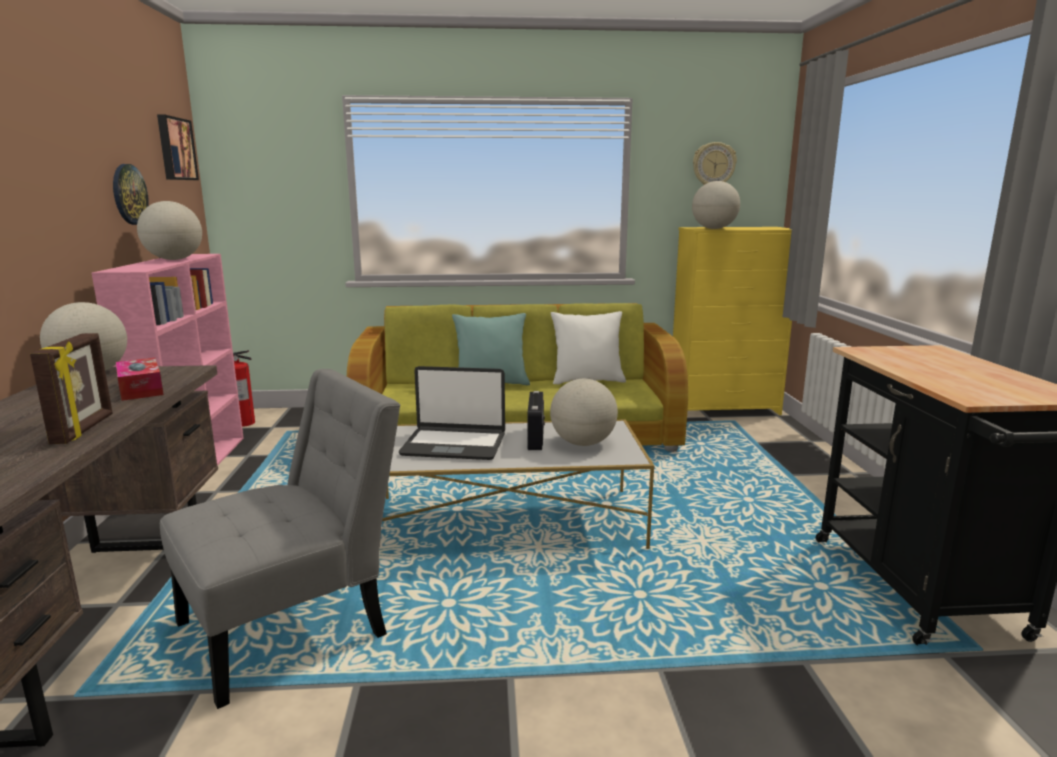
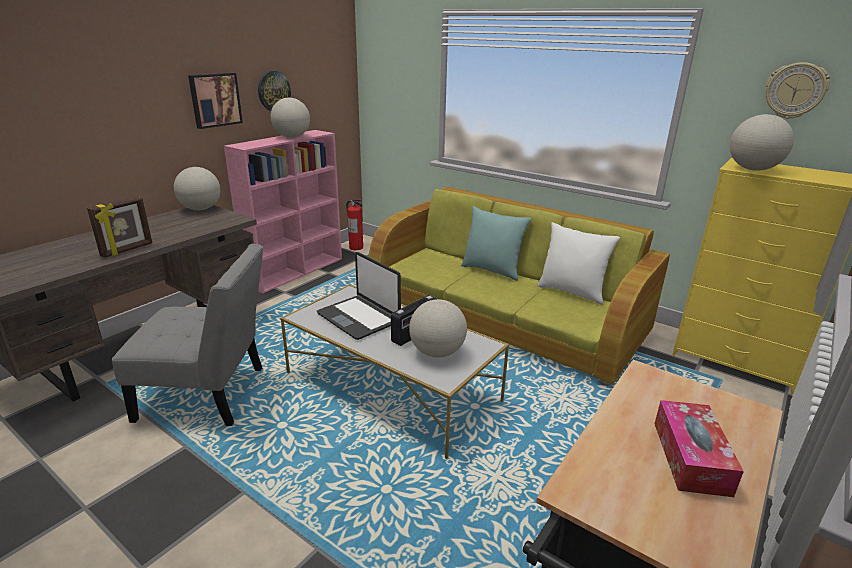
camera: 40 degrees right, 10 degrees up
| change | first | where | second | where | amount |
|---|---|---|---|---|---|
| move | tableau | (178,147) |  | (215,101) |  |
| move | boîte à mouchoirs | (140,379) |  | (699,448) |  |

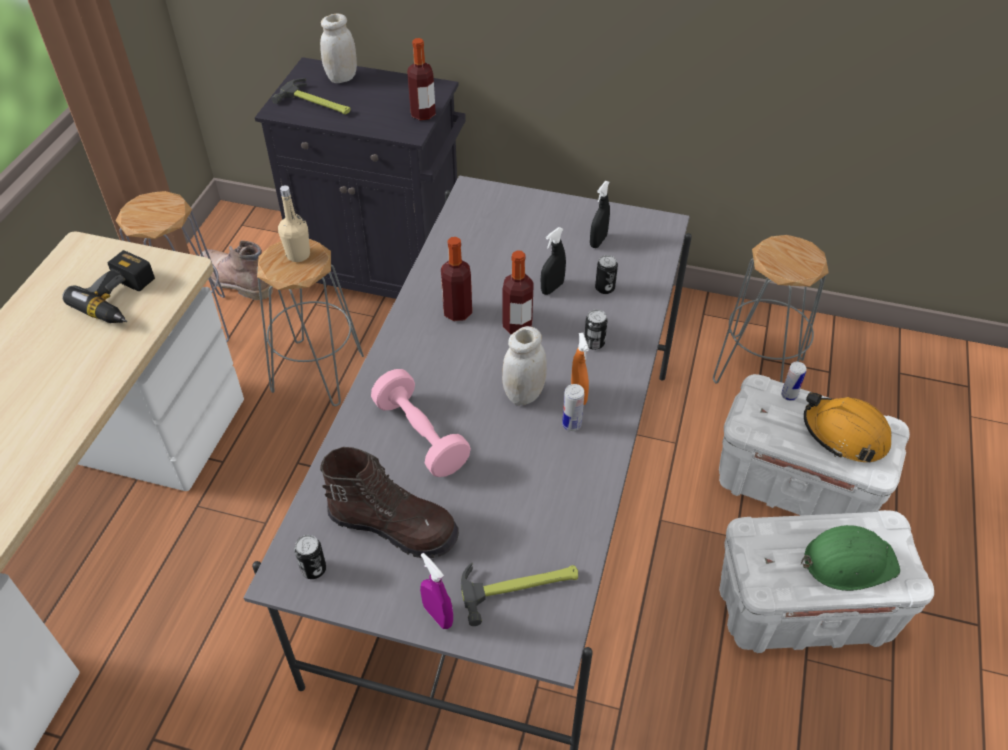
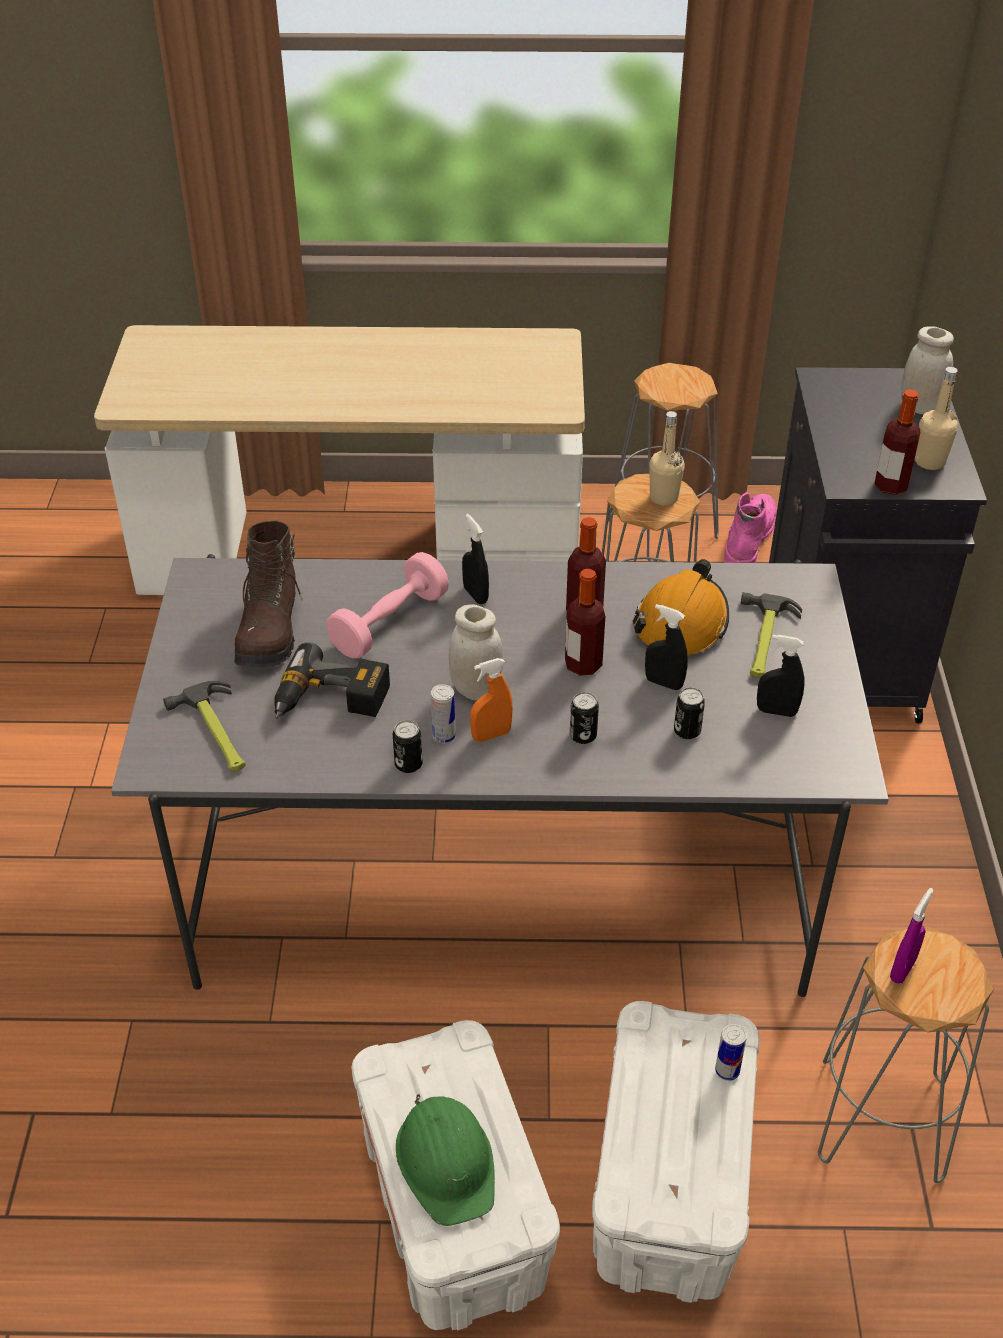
camera: 75 degrees right, 5 degrees down
| change | first | where | second | where | amount |
|---|---|---|---|---|---|
| move | perceuse | (108,286) |  | (332,680) |  |
| move | boîte métallique | (310,557) |  | (408,746) |  |
| insert |  |  | vaporisateur (noir) | (475,559) |  |
| move | casque de chantier (orange) | (847,427) |  | (681,607) |  |
| recolor | botte (marron) | (236,270) | botte (rose) | (750,527) |  |
| move | marteau | (311,96) |  | (771,635) |  |
| move | vaporisateur (violet) | (436,591) |  | (912,936) |  |
| insert |  |  | bouteille (beige) | (936,418) |  |

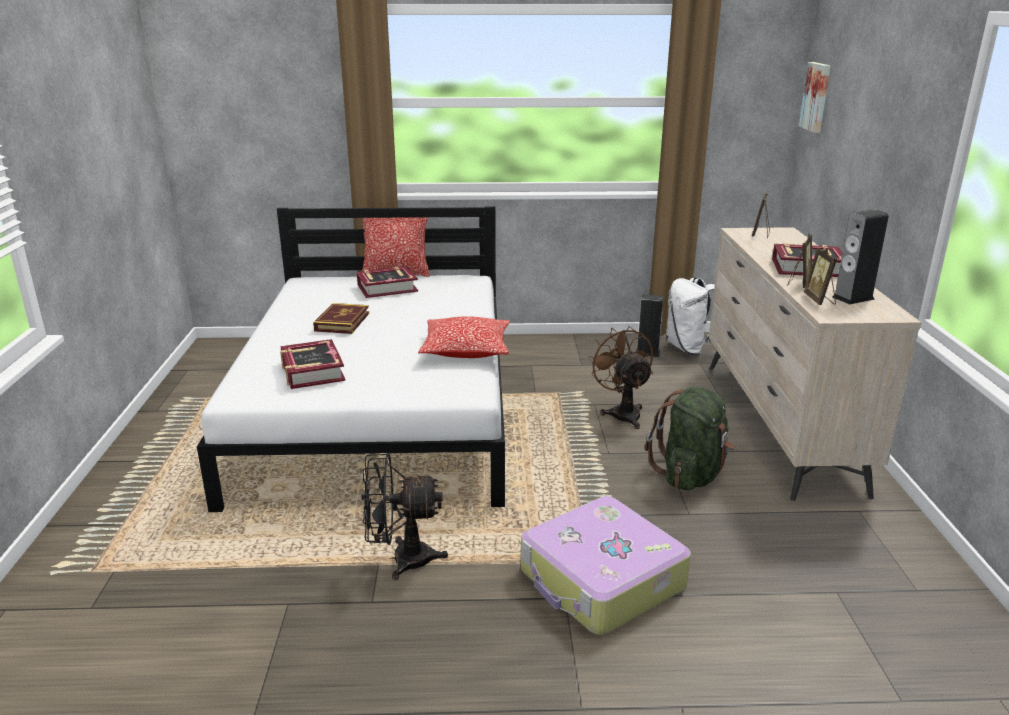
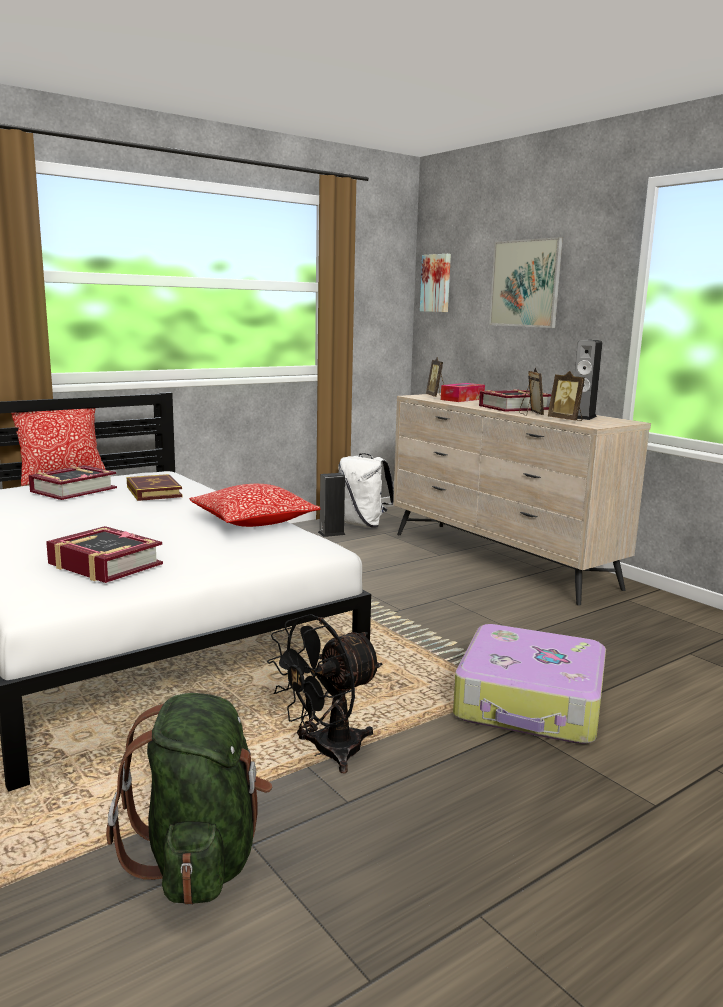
camera: 35 degrees left, 10 degrees down
| change | first | where | second | where | amount |
|---|---|---|---|---|---|
| move | sac à dos (vert) | (690,438) |  | (189,799) |  |
| move | livre | (341,318) |  | (154,487) |  |
| insert |  |  | boîte à mouchoirs | (463,392) |  |
| insert |  |  | tableau | (526,282) |  |
| delete | ventilateur (marron) | (620,377) |  |  |  |

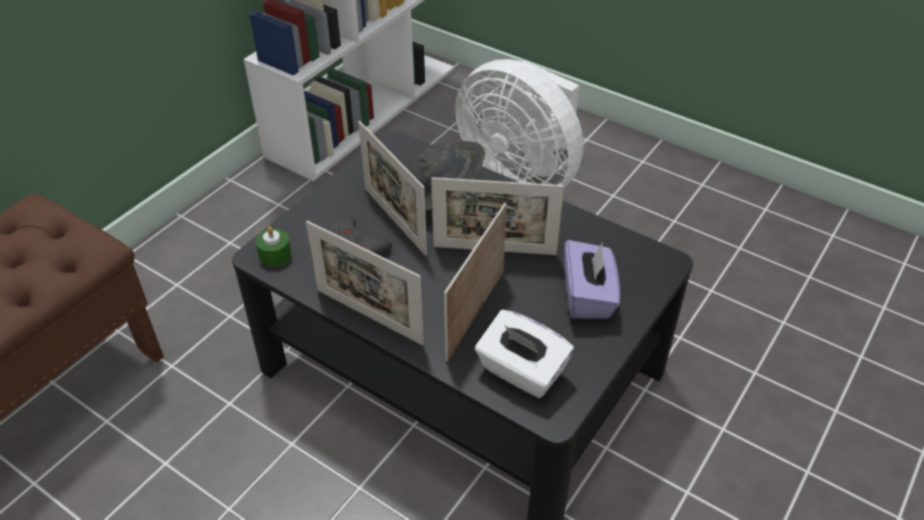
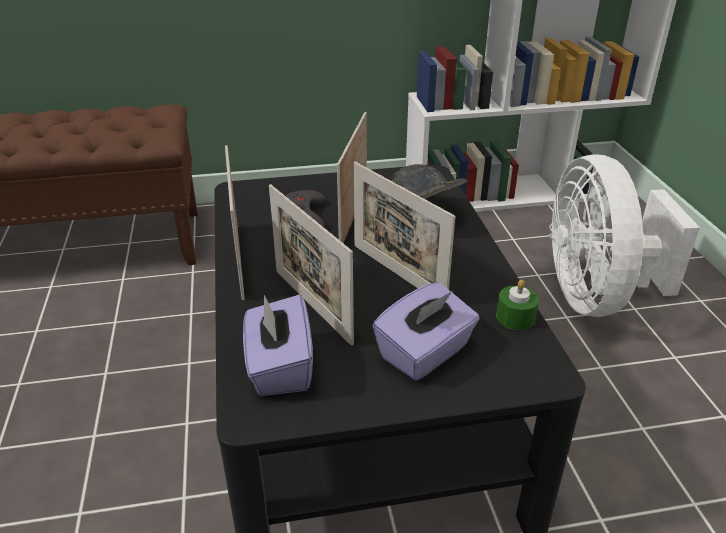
camera: 45 degrees right, 10 degrees down
| change | first | where | second | where | amount |
|---|---|---|---|---|---|
| recolor | boîte à mouchoirs (blanc) | (524,354) | boîte à mouchoirs (violet) | (278,345) |  |
| rotate | cadre photo | (475,282) |  | (311,265) | 105 degrees counterclockwise |
| move | bougie (vert) | (274,246) |  | (517,305) |  |

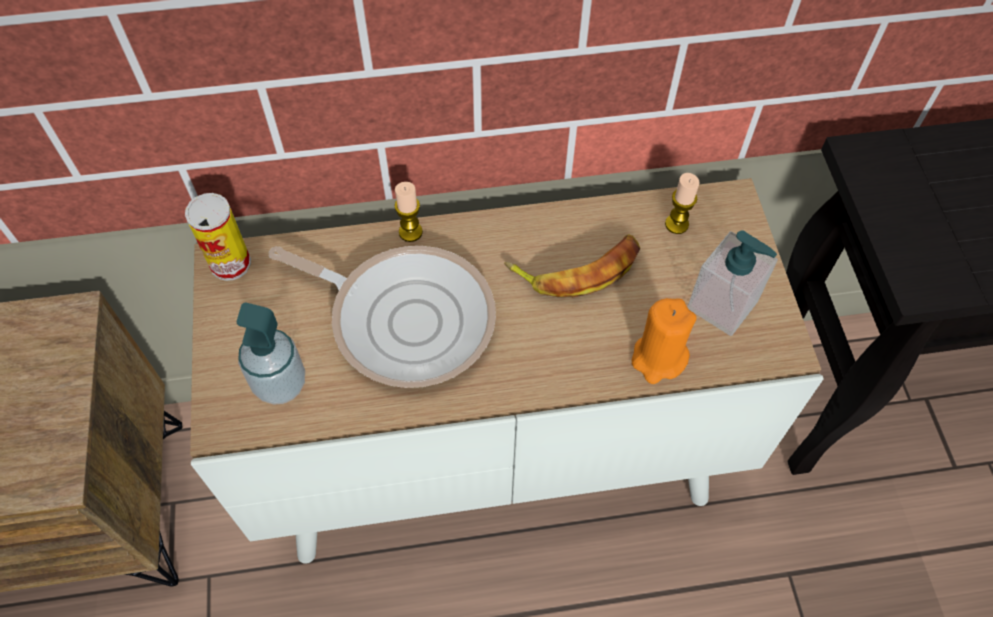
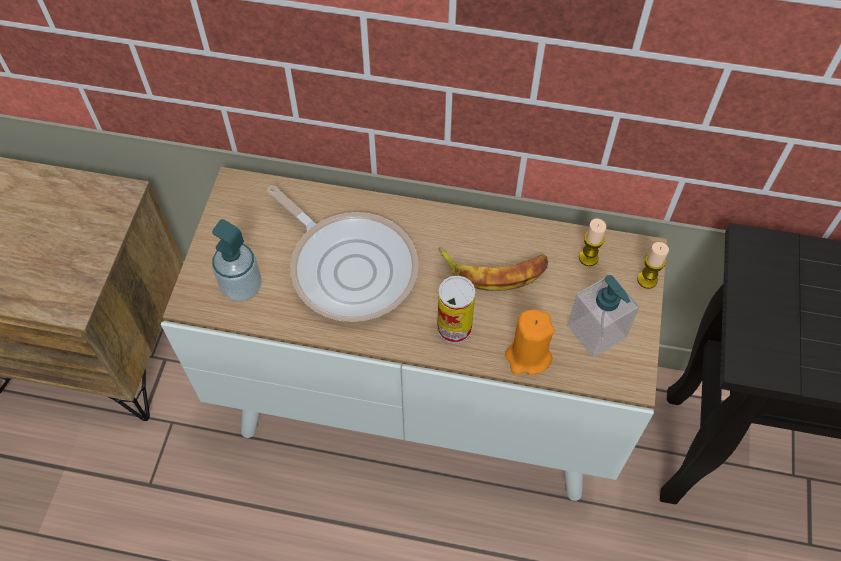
camera: 20 degrees right, 0 degrees up
| change | first | where | second | where | amount |
|---|---|---|---|---|---|
| move | boîte métallique | (218,237) |  | (456,309) |  |
| move | bougie | (408,212) |  | (653,265) |  |

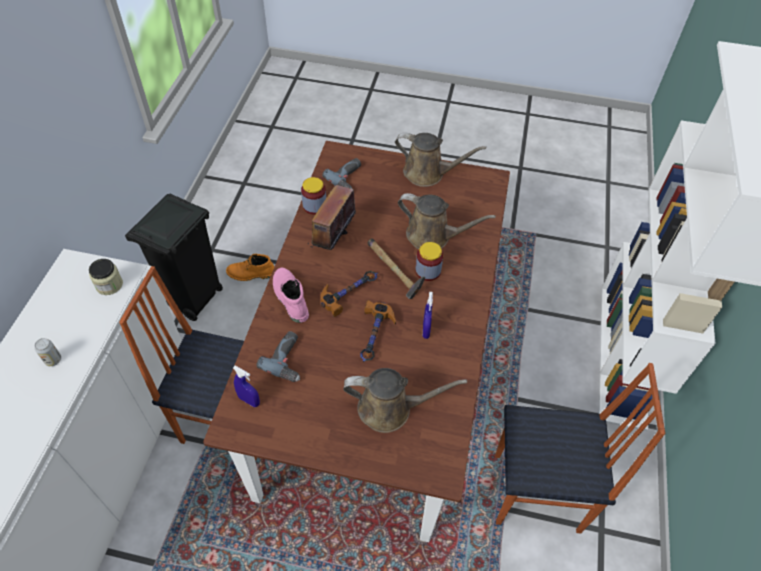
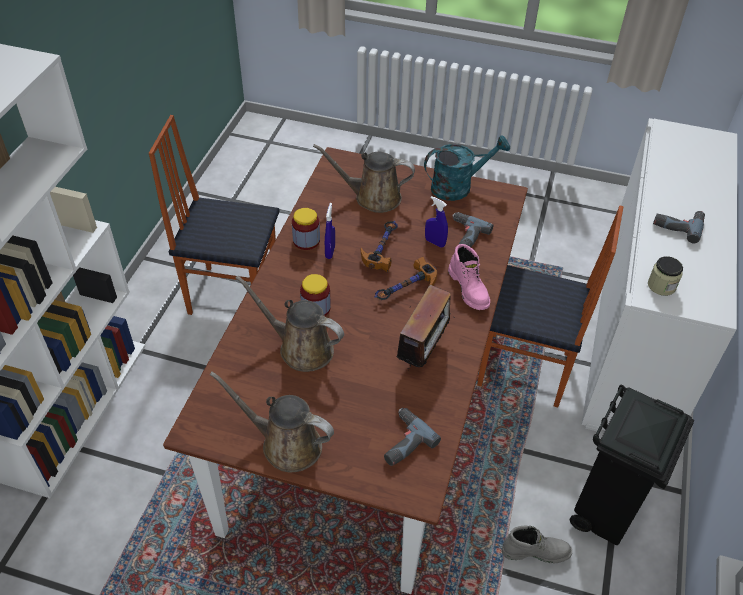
camera: 175 degrees left, 5 degrees down
| change | first | where | second | where | amount |
|---|---|---|---|---|---|
| move | bocal | (313,195) |  | (306,229) |  |
| insert |  |  | arrosoir (turquoise) | (467,168) |  |
| move | vaporisateur (bleu) | (246,386) |  | (436,222) |  |
| recolor | botte (orange) | (250,267) | botte (gris) | (537,544) |  |
| replace | boîte métallique | (48,352) | perceuse | (679,227) |  |
| delete | marteau | (396,268) |  |  |  |

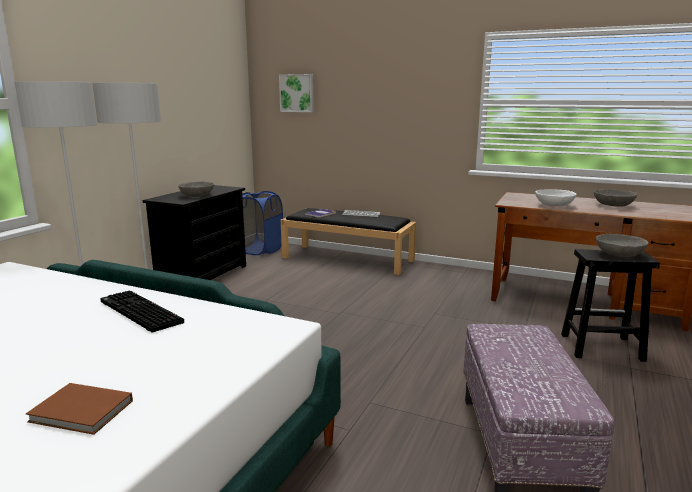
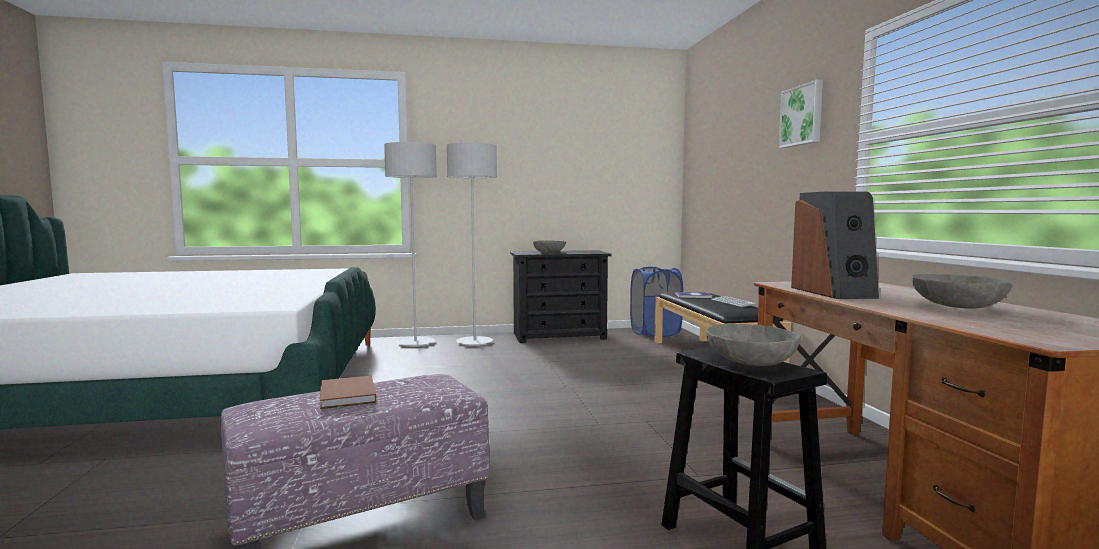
camera: 55 degrees right, 10 degrees down
| change | first | where | second | where | amount |
|---|---|---|---|---|---|
| move | livre (marron) | (79,409) |  | (348,392) |  |
| move | tableau | (296,93) |  | (801,114) |  |
| replace | bol (blanc) | (555,198) | enceinte | (835,245) |  |
| delete | clavier | (142,311) |  |  |  |

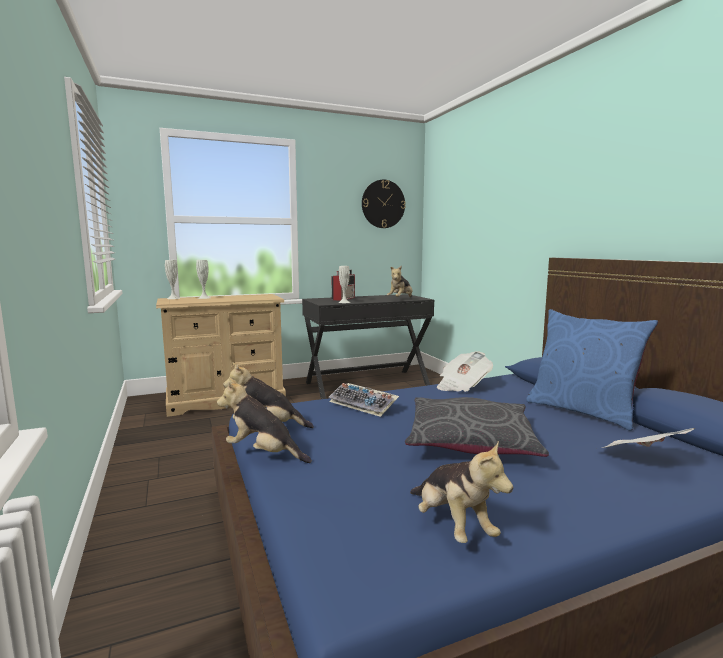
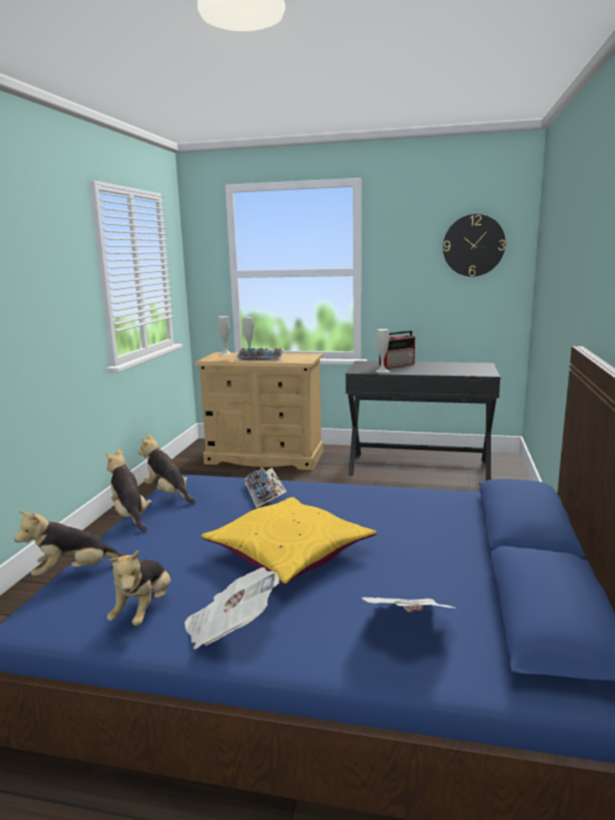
camera: 35 degrees right, 5 degrees up
| change | first | where | second | where | amount |
|---|---|---|---|---|---|
| move | peluche | (399,281) |  | (70,543) |  |
| move | journal | (465,371) |  | (231,608) |  |
| recolor | coussin (gris) | (477,427) | coussin (jaune) | (289,541) |  |
| insert |  |  | clavier | (260,354) |  |
| delete | coussin (bleu) | (592,370) |  |  |  |

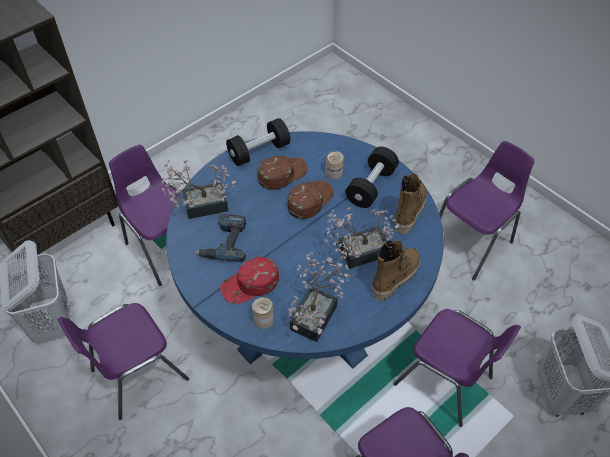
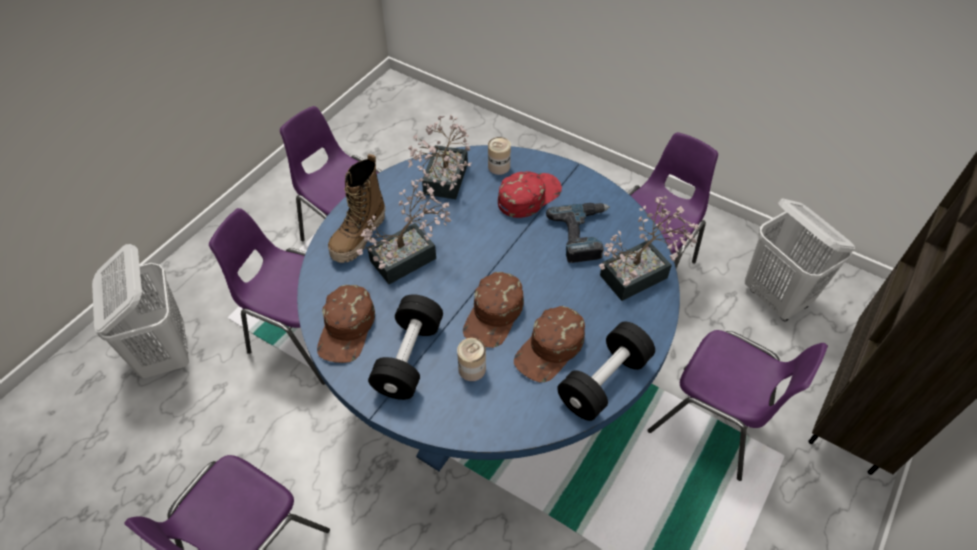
camera: 165 degrees right, 0 degrees up
| change | first | where | second | where | amount |
|---|---|---|---|---|---|
| replace | botte | (411,204) | casquette (marron) | (346,324) |  |

